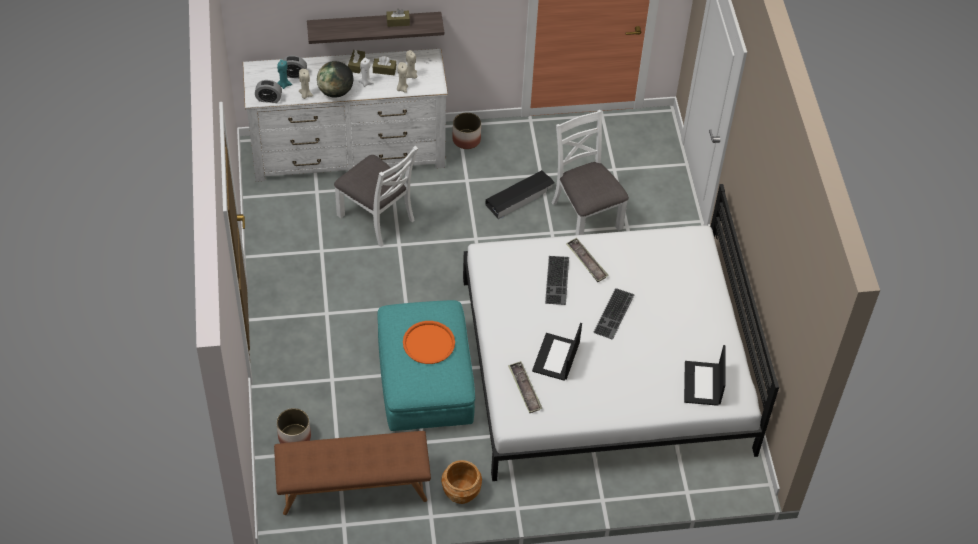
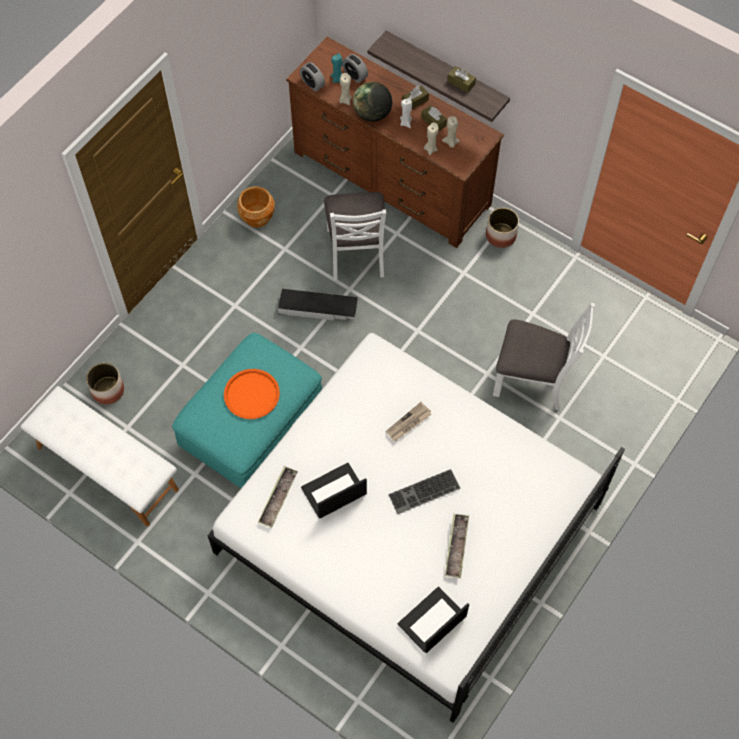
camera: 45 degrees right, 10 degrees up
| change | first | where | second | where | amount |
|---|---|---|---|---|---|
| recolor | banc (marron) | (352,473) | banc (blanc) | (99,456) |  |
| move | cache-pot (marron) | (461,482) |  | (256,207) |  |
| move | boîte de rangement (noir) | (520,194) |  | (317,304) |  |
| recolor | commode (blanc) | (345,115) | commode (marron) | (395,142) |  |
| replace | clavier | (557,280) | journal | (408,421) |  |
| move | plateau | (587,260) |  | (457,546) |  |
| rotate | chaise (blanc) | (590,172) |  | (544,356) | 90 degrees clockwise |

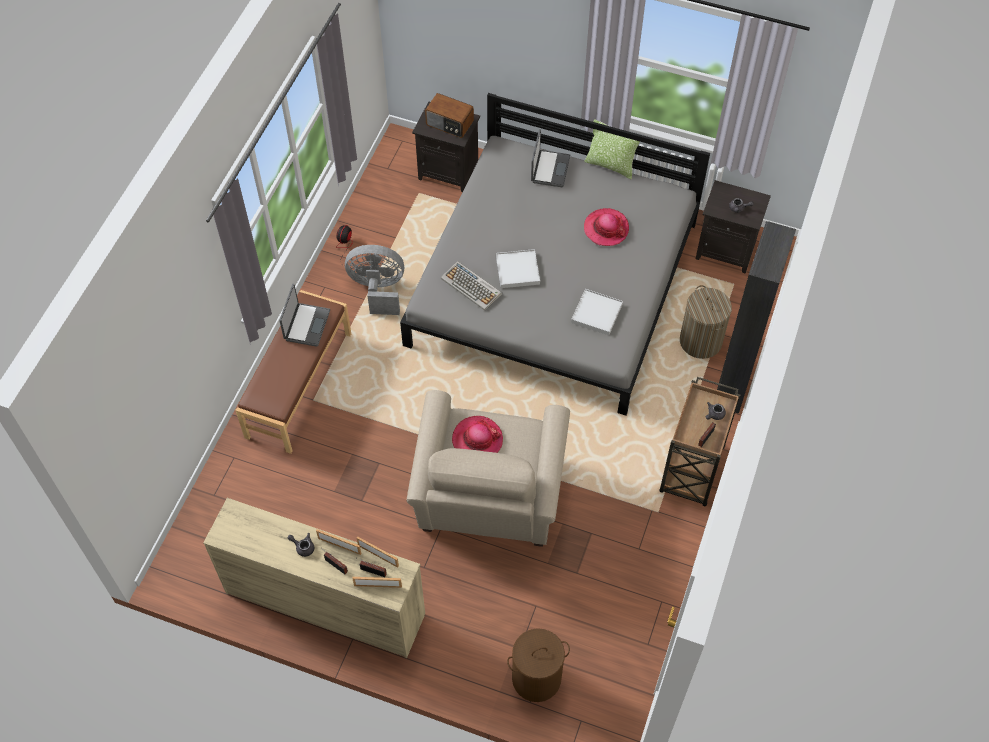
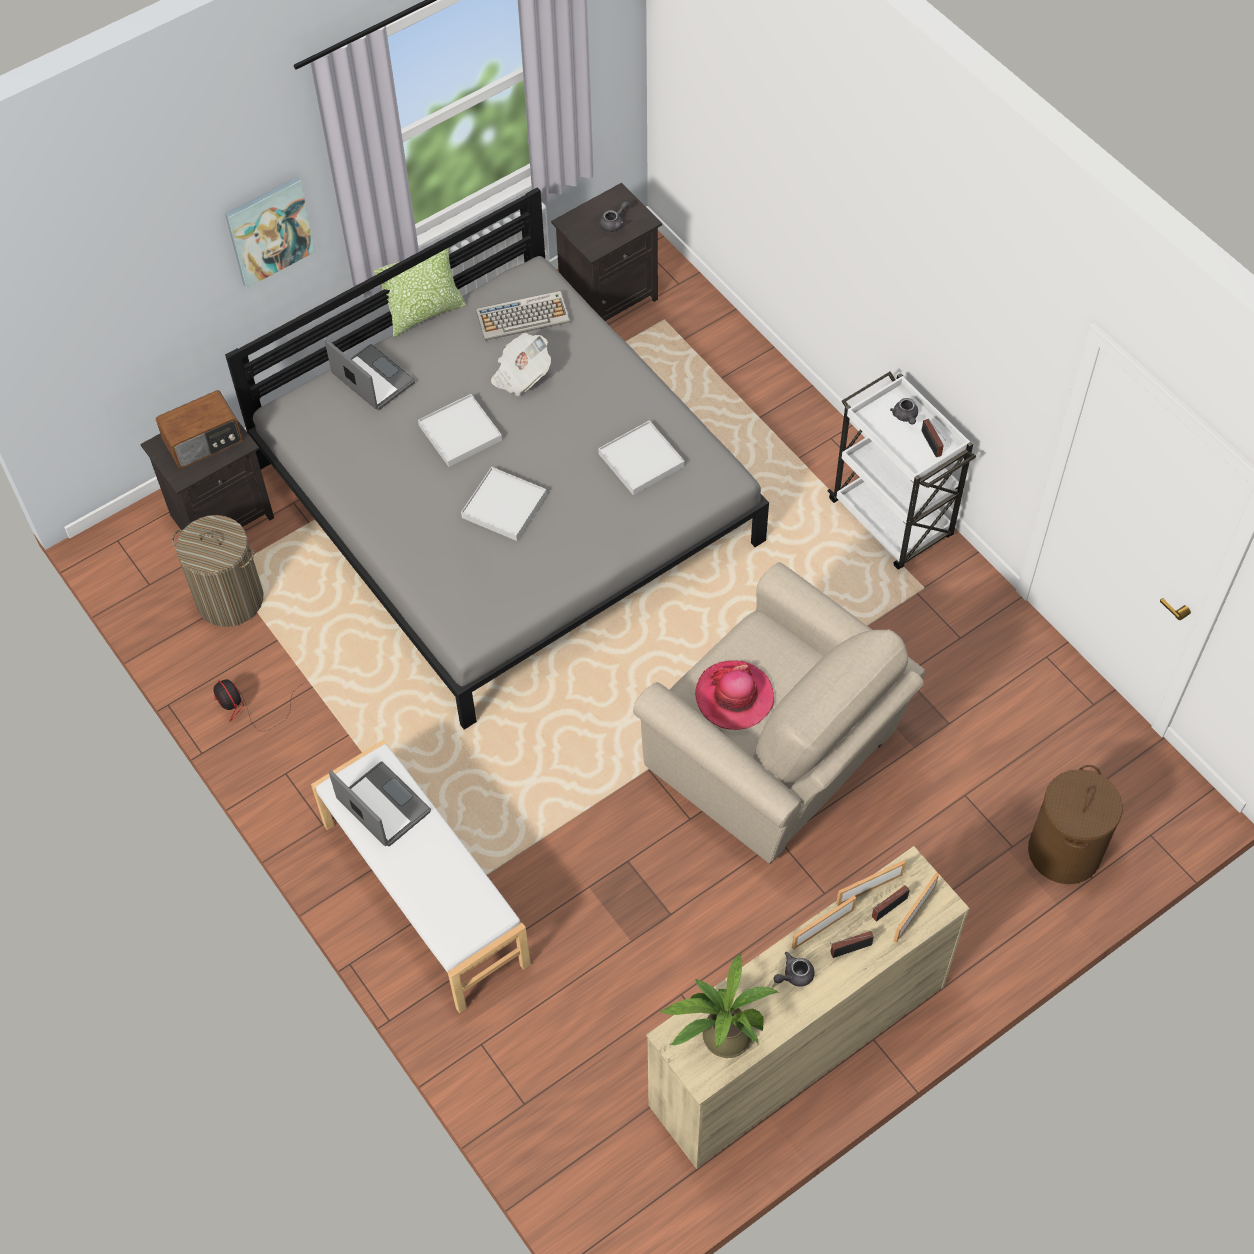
camera: 55 degrees left, 0 degrees up
| change | first | where | second | where | amount |
|---|---|---|---|---|---|
| move | panier à linge | (706,322) |  | (217,571) |  |
| insert |  |  | tableau | (270,232) |  |
| recolor | banc (marron) | (293,372) | banc (blanc) | (421,876) |  |
| insert |  |  | plateau (blanc) | (460,430) |  |
| move | clavier | (471,286) |  | (523,316) |  |
| replace | chapeau | (606,227) | journal | (521,364) |  |
| insert |  |  | plante en pot | (719,1006) |  |
| recolor | chariot (marron) | (699,442) | chariot (blanc) | (901,470) |  |
| delete | ventilateur (gris) | (374,280) |  |  |  |
| delete | armoire (noir) | (756,317) |  |  |  |

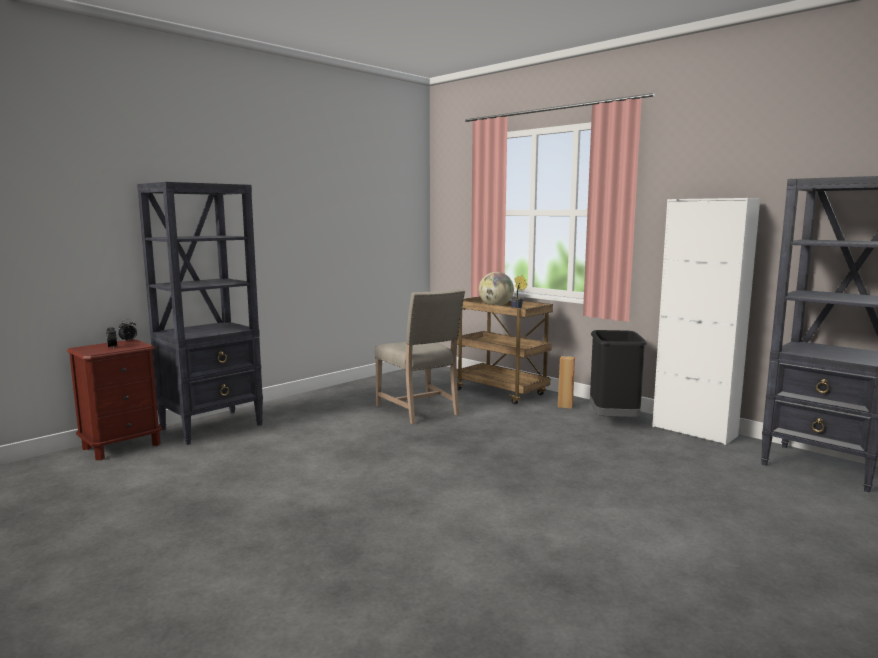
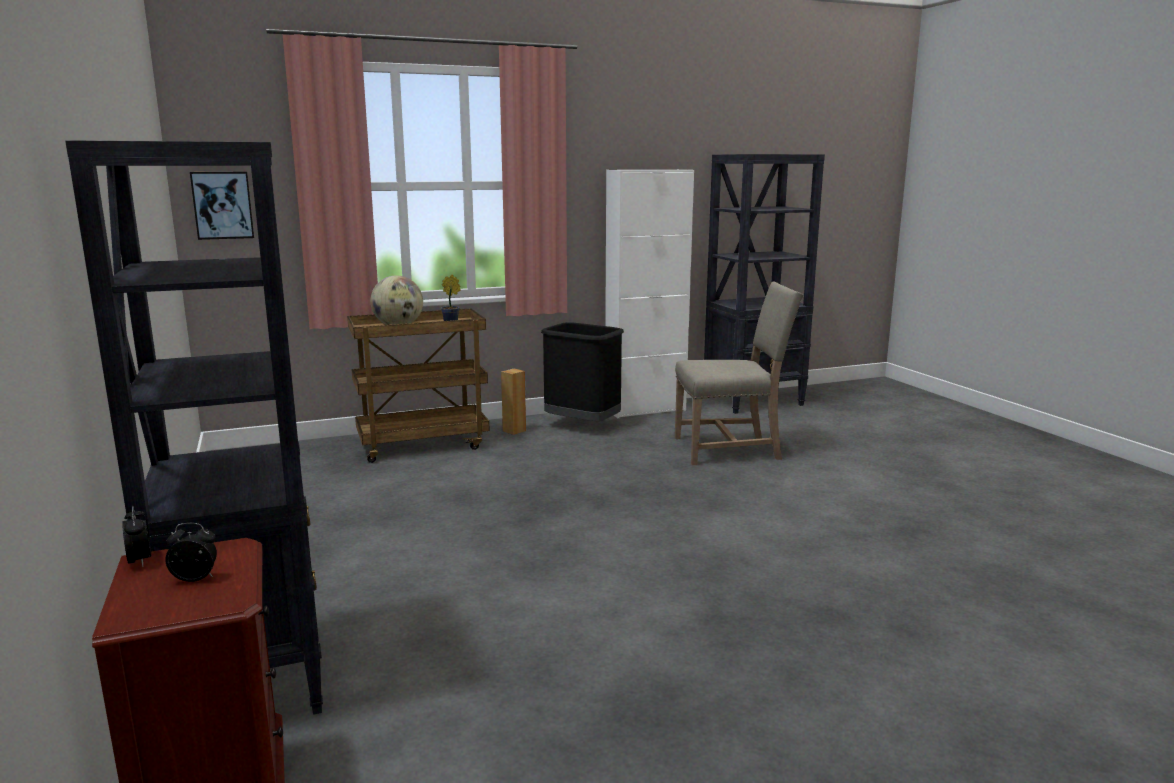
camera: 65 degrees left, 5 degrees up
| change | first | where | second | where | amount |
|---|---|---|---|---|---|
| insert |  |  | tableau | (222,206) |  |
| move | chaise (beige) | (420,356) |  | (739,373) |  |

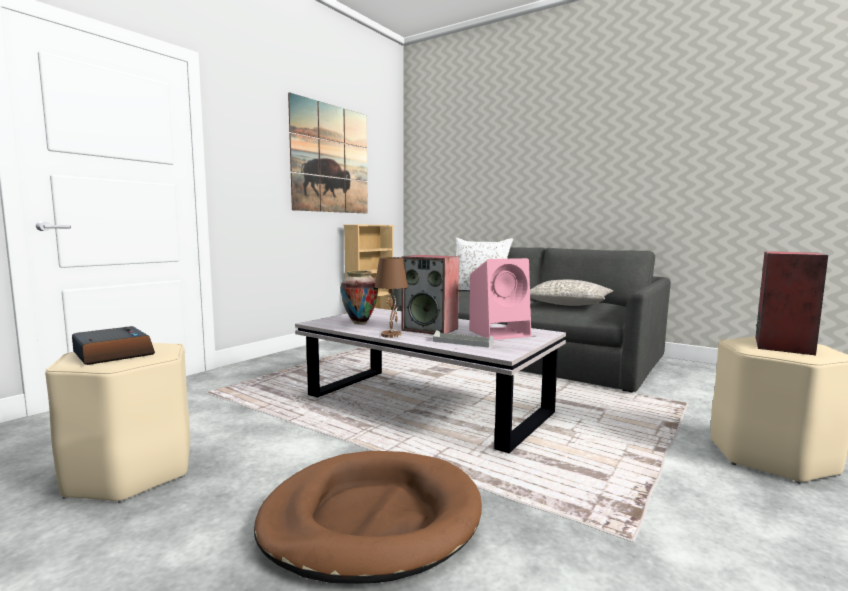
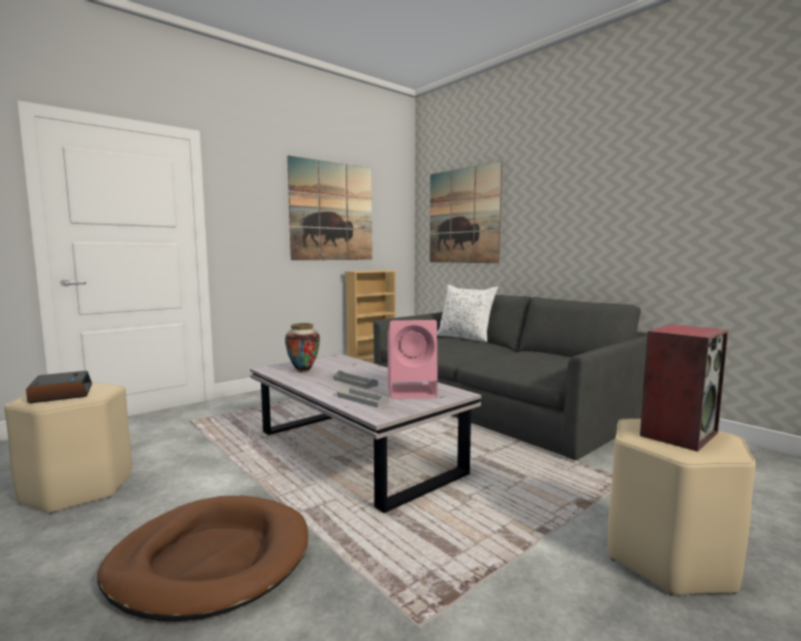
camera: 15 degrees right, 0 degrees up
| change | first | where | second | where | amount |
|---|---|---|---|---|---|
| replace | enceinte | (430,294) | plateau (gris) | (355,379) |  |
| insert |  |  | tableau | (466,212) |  |
| delete | lampe de table (marron) | (391,297) |  |  |  |
| delete | coussin (gris) | (571,293) |  |  |  |

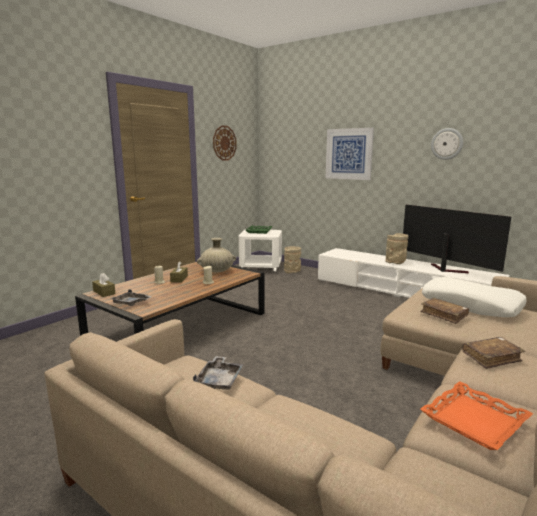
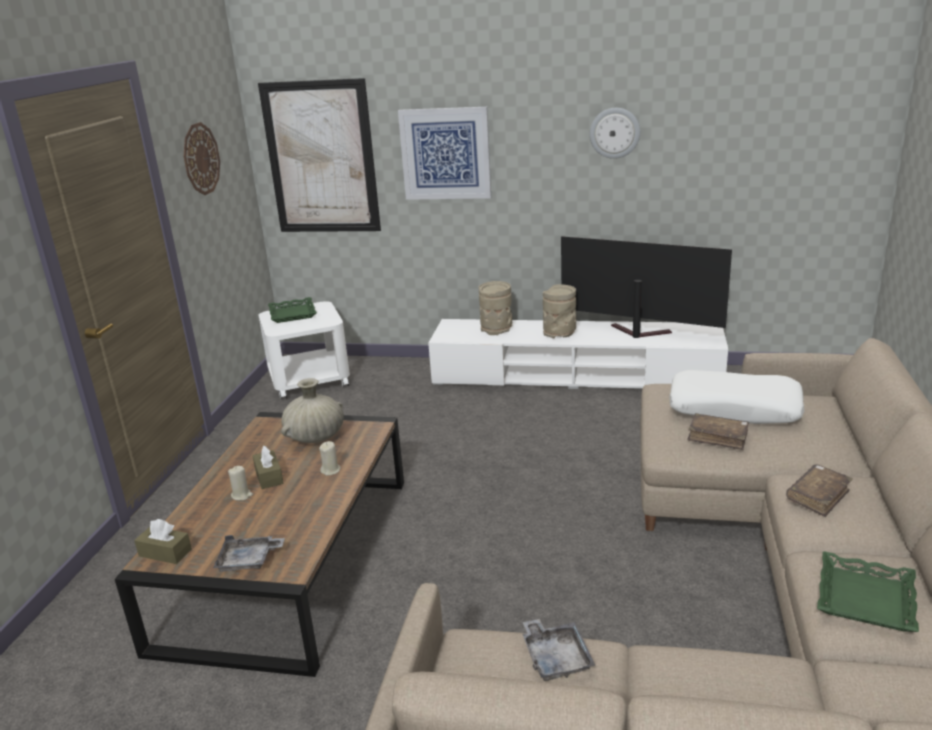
camera: 25 degrees left, 10 degrees up
| change | first | where | second | where | amount |
|---|---|---|---|---|---|
| insert |  |  | tableau | (319,155) |  |
| move | vase (beige) | (292,259) |  | (495,308) |  |
| recolor | plateau (orange) | (476,415) | plateau (vert) | (868,591) |  |

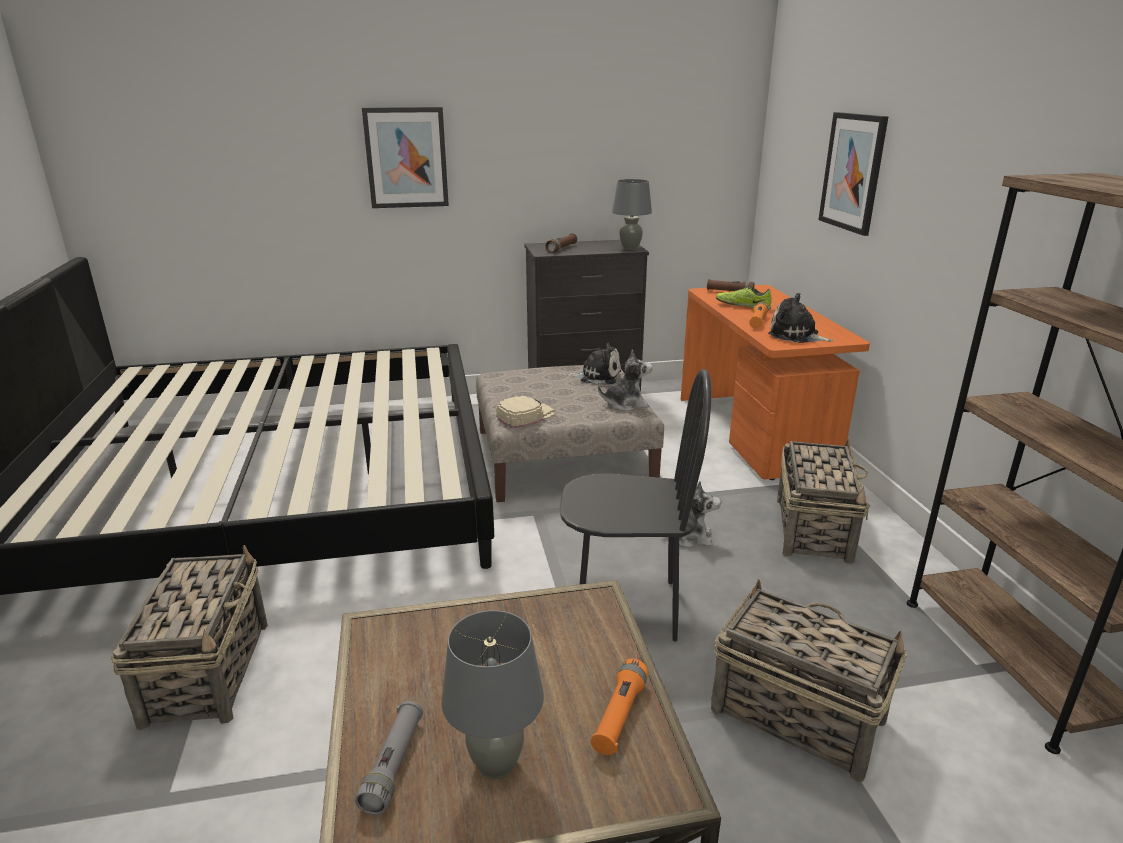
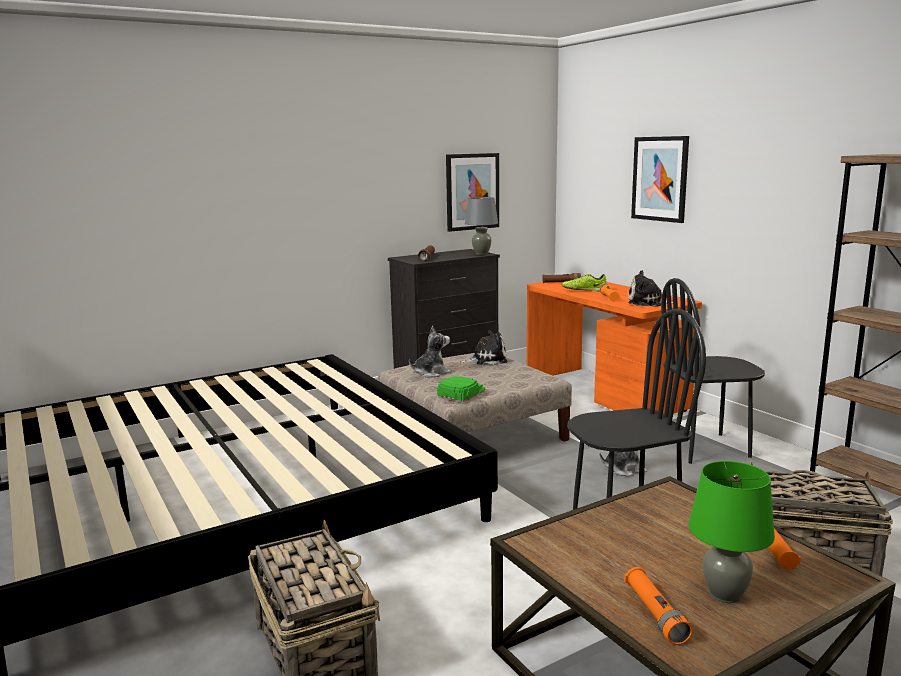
camera: 20 degrees left, 10 degrees down
| change | first | where | second | where | amount |
|---|---|---|---|---|---|
| move | peluche | (625,380) |  | (430,352) |  |
| recolor | casquette (beige) | (525,412) | casquette (vert) | (461,389) |  |
| move | tableau | (405,157) |  | (472,192) |  |
| recolor | lampe de poche (gris) | (389,758) | lampe de poche (orange) | (658,606) |  |
| replace | panier | (823,501) | chaise (noir) | (713,371) |  |
| recolor | lampe de table (gris) | (492,694) | lampe de table (vert) | (731,532) |  |

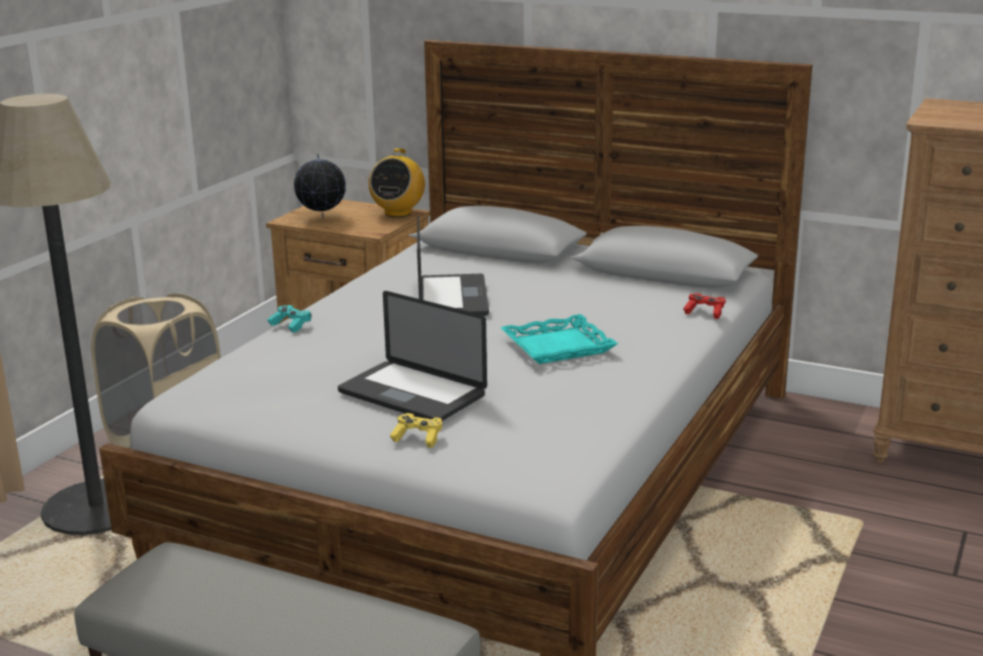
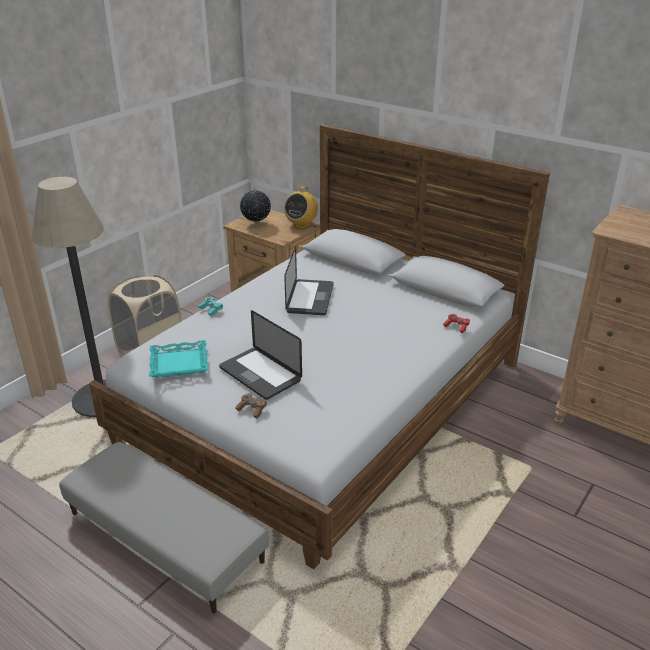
camera: 10 degrees right, 10 degrees up
| change | first | where | second | where | amount |
|---|---|---|---|---|---|
| move | plateau (turquoise) | (559,339) |  | (179,359) |  |
| recolor | manette (jaune) | (416,430) | manette (marron) | (251,405) |  |

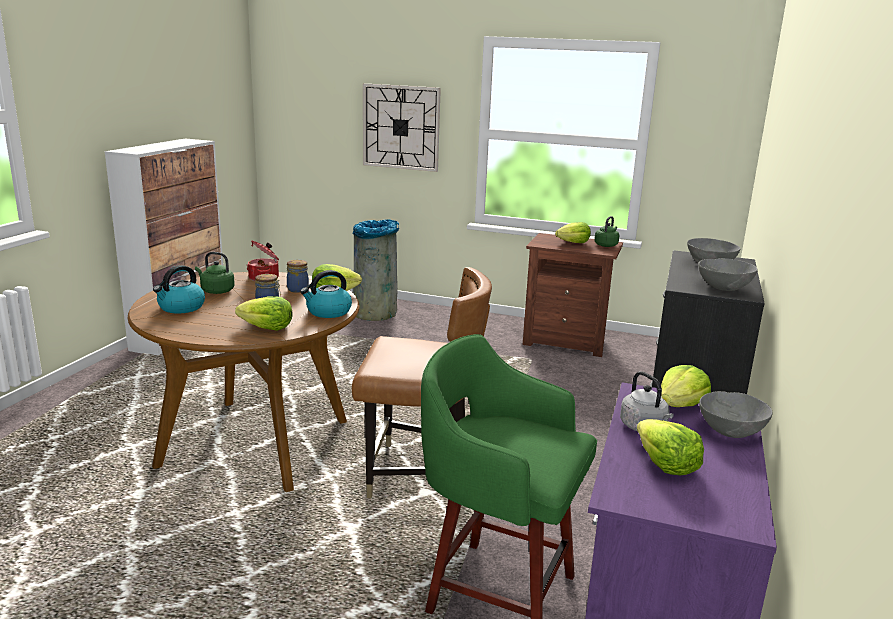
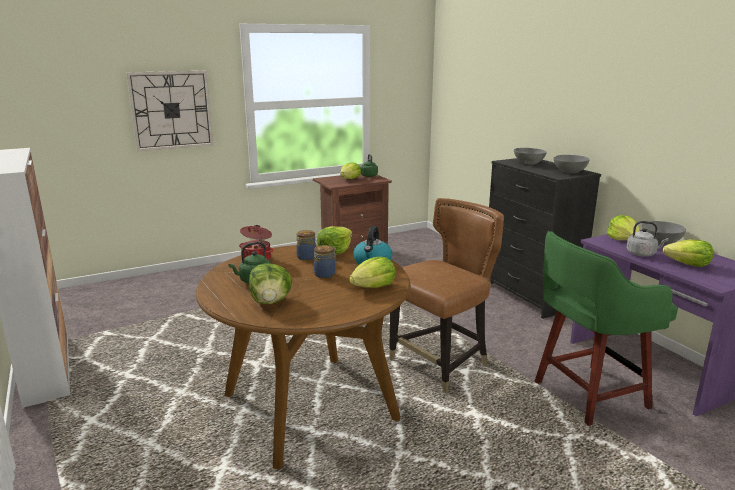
camera: 45 degrees left, 0 degrees up
| change | first | where | second | where | amount |
|---|---|---|---|---|---|
| replace | bouilloire | (179,289) | laitue | (270,283) |  |
| delete | poubelle (gris) | (375,270) |  |  |  |

